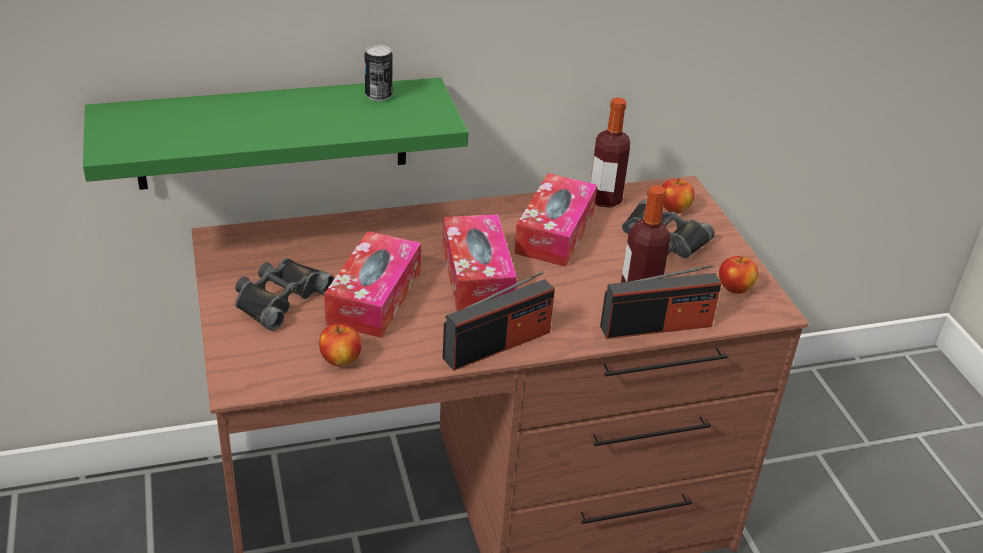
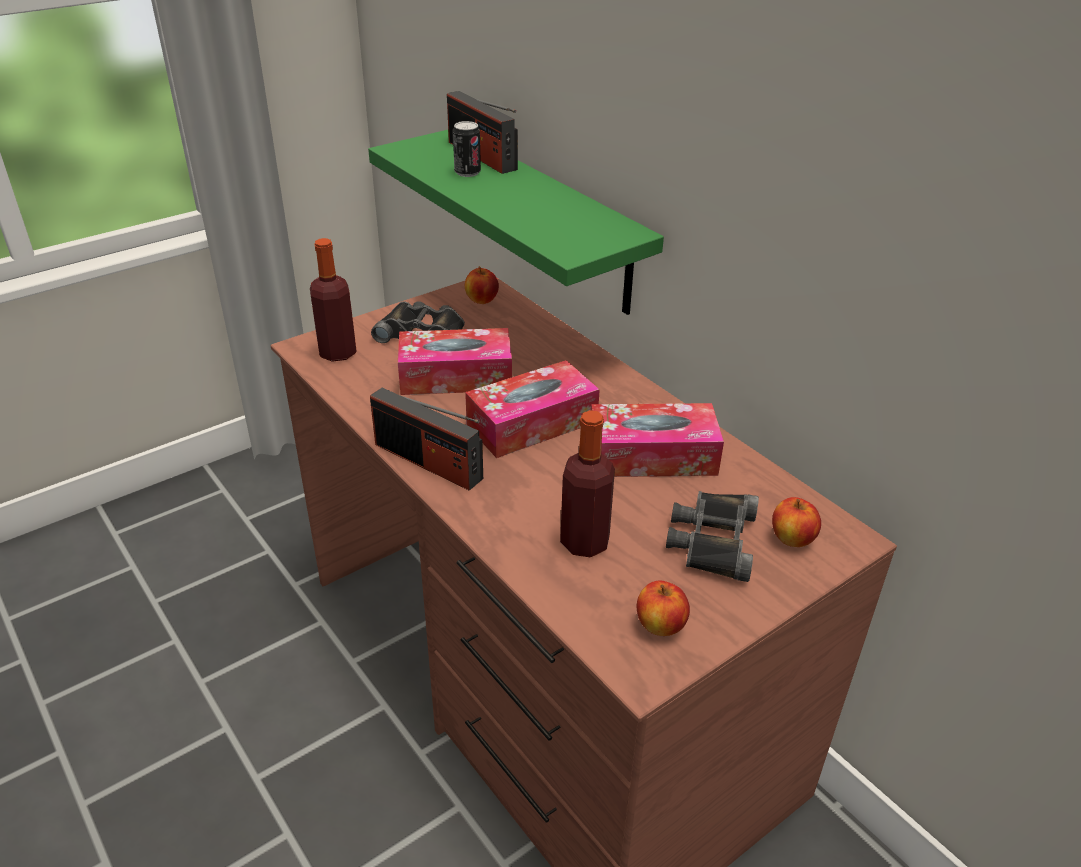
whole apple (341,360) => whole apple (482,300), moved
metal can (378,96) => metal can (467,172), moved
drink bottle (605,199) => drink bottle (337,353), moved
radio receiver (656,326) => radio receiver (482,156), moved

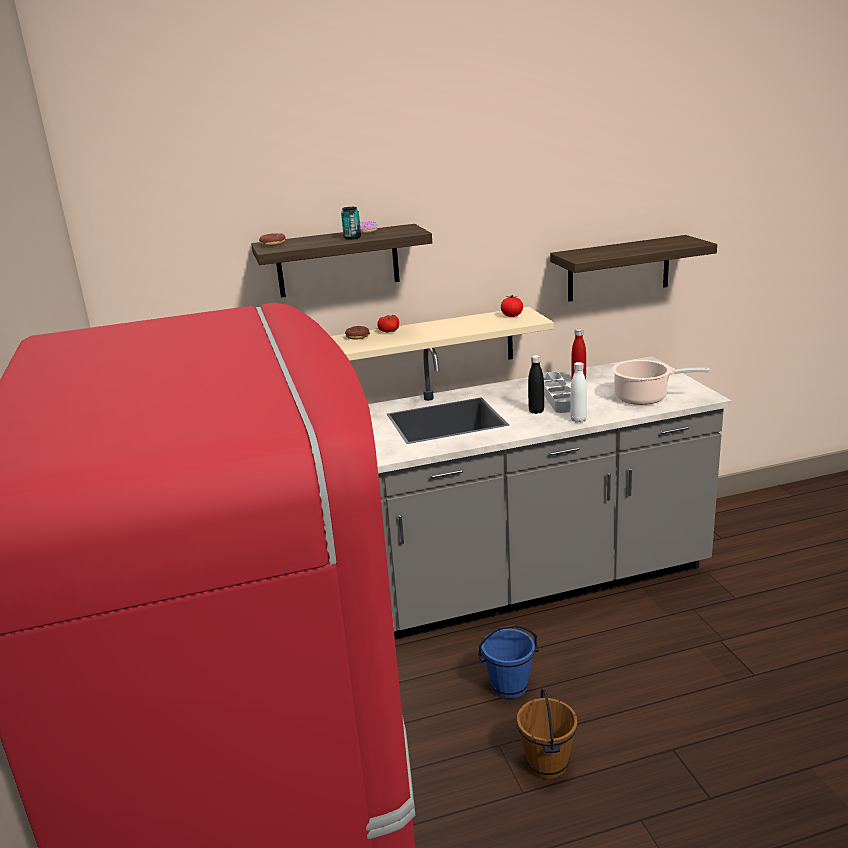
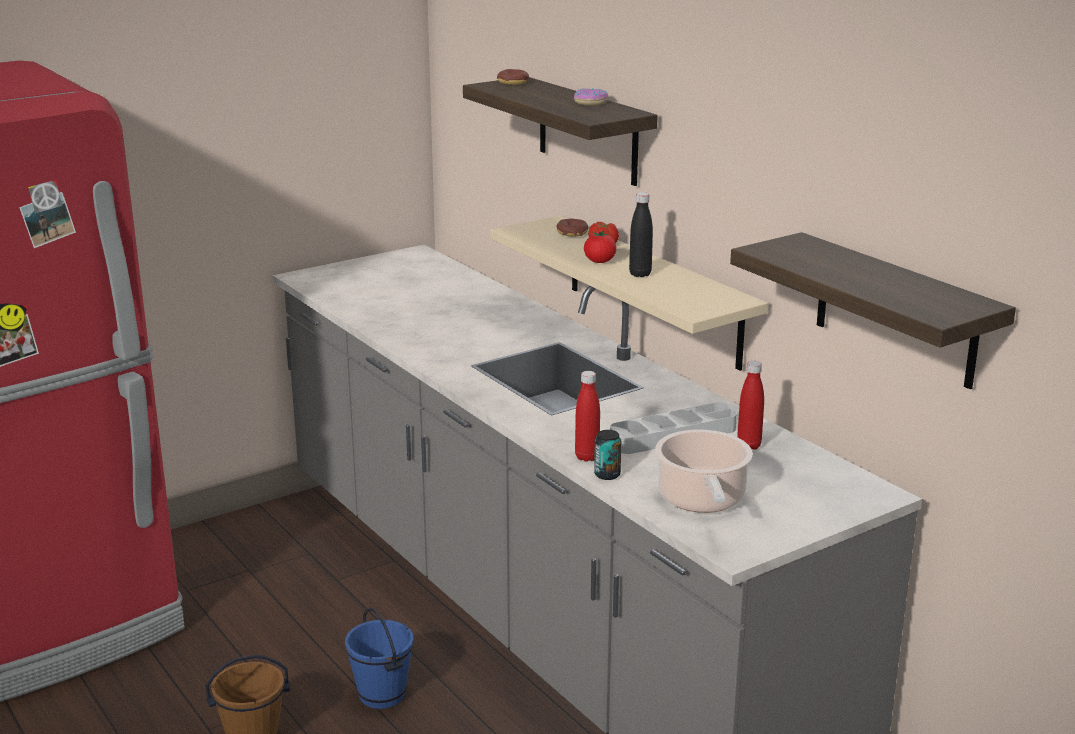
metal can (352,238) => metal can (607,475), moved
fresh tomato (512,316) => fresh tomato (599,262), moved
blackish drink bottle (536,411) => blackish drink bottle (640,274), moved
white drink bottle (578,420) => red drink bottle (587,457)

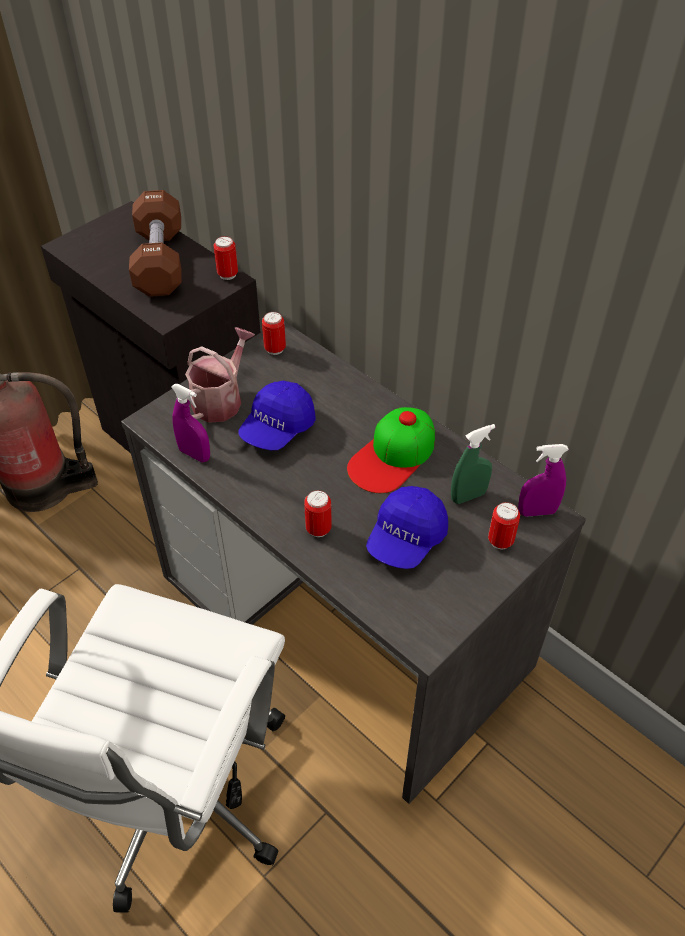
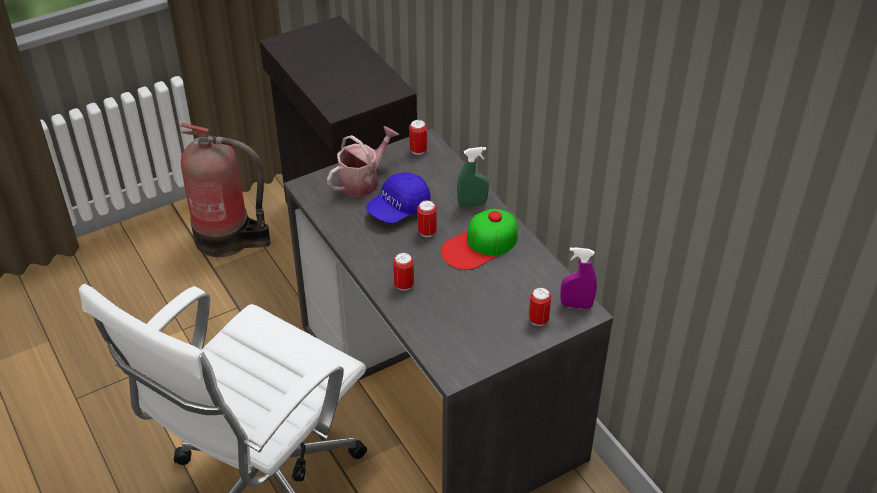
brownish dumbbell (160,261) => nothing
purple sprayer (194,454) => nothing
blue-coloured peaked cap (406,539) => nothing
metal can (227,274) => metal can (427,232), moved
greenish sprayer (468,496) => greenish sprayer (472,204), moved

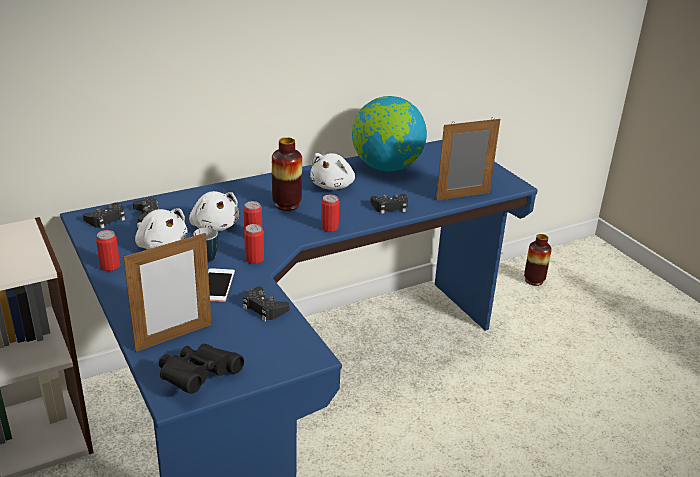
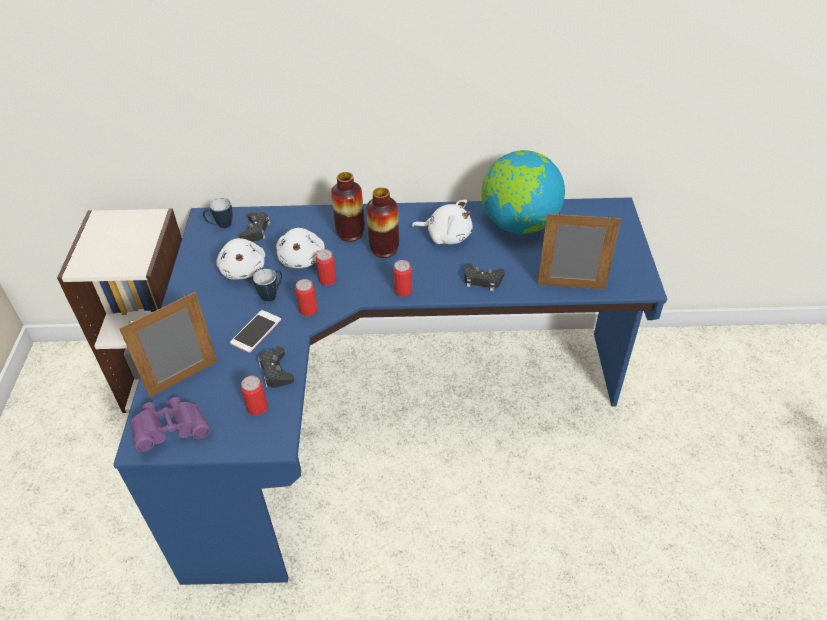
metal can (110,266) => metal can (257,407), moved
decorative vase (534,280) => decorative vase (350,233), moved
blackish gamepad (106,219) => tea mug (221,225)
blackish field glasses (198,378) => purple field glasses (172,431)
picture frame (174,337) => picture frame (184,379), 150 degrees clockwise
white cuddly toy (333,185) => white cuddly toy (446,236), 120 degrees counterclockwise

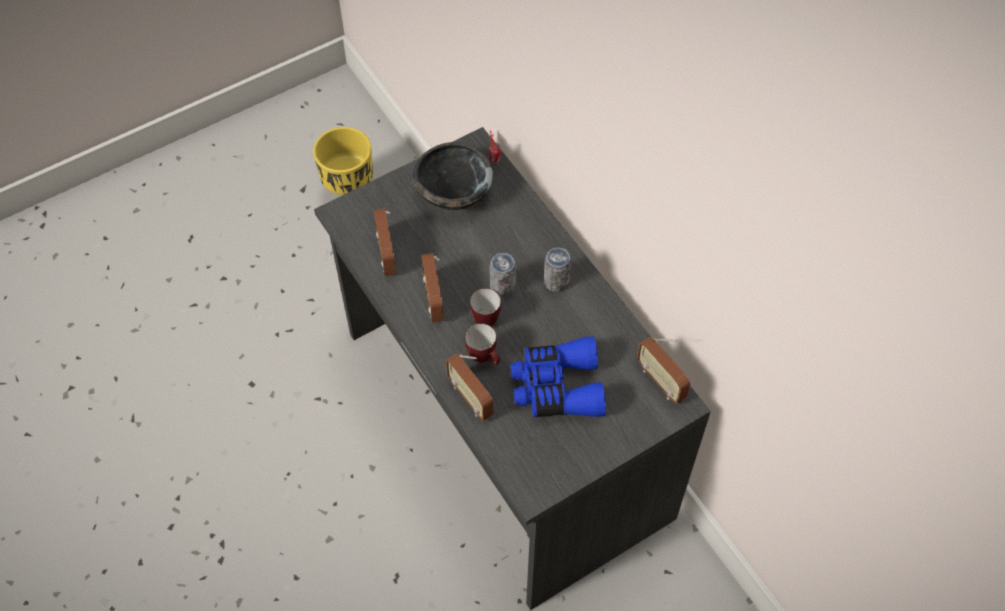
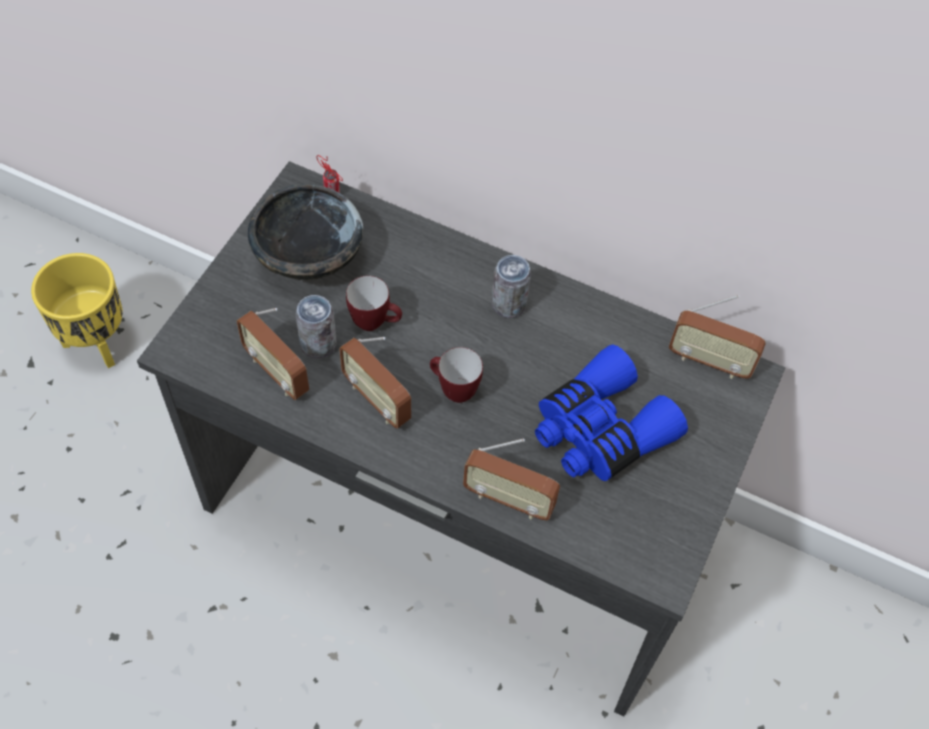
tea mug (485,358) => tea mug (375,323), moved
metal can (502,287) => metal can (318,344), moved

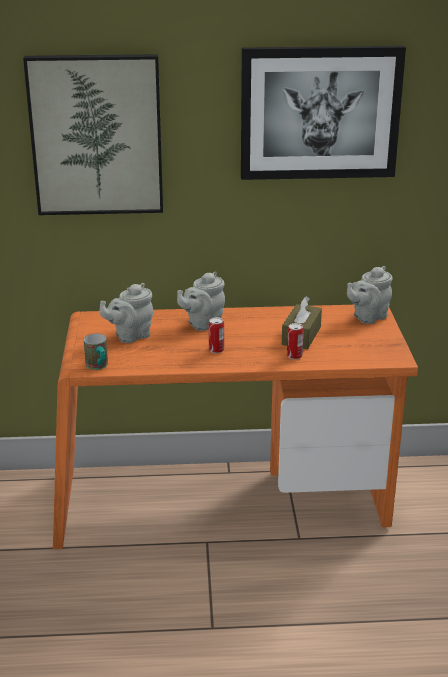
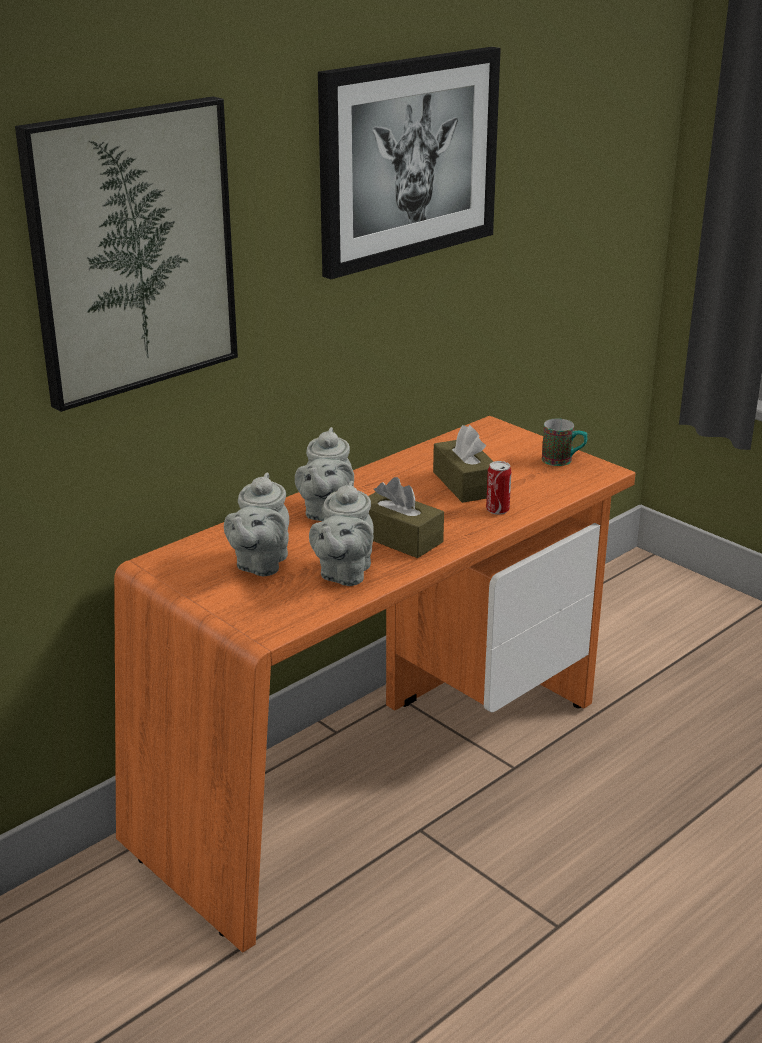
tea mug (98,366) => tea mug (563,461), moved
greyish pot for tea (368,317) => greyish pot for tea (344,574), moved
metal can (216,350) => brownish tissue box (398,538)

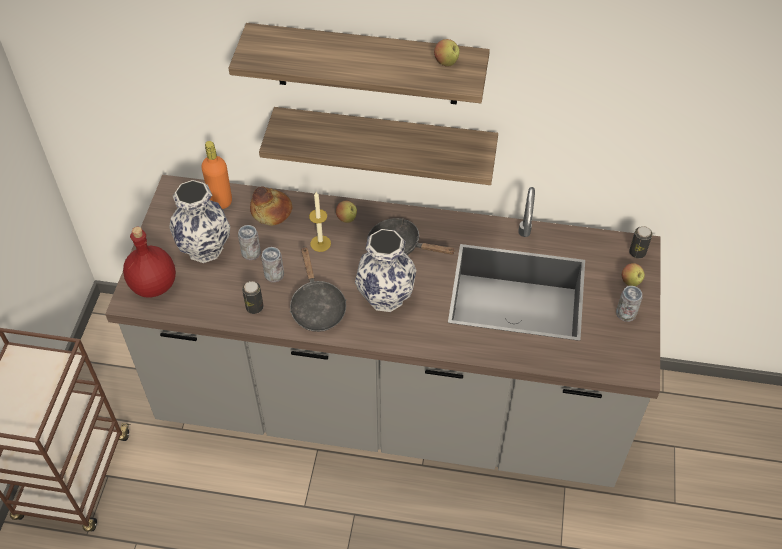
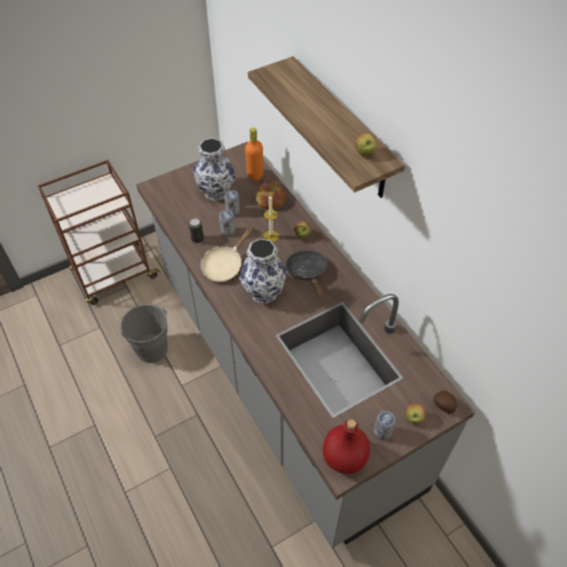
wall shelf (385,144) => nothing
nothing => greyish bucket (150,346)
red drink bottle (155,285) => red drink bottle (345,458), moved
metal can (637,252) => potato (444,406)
blackish frying pan (317,306) => sand-coloured frying pan (225,265)

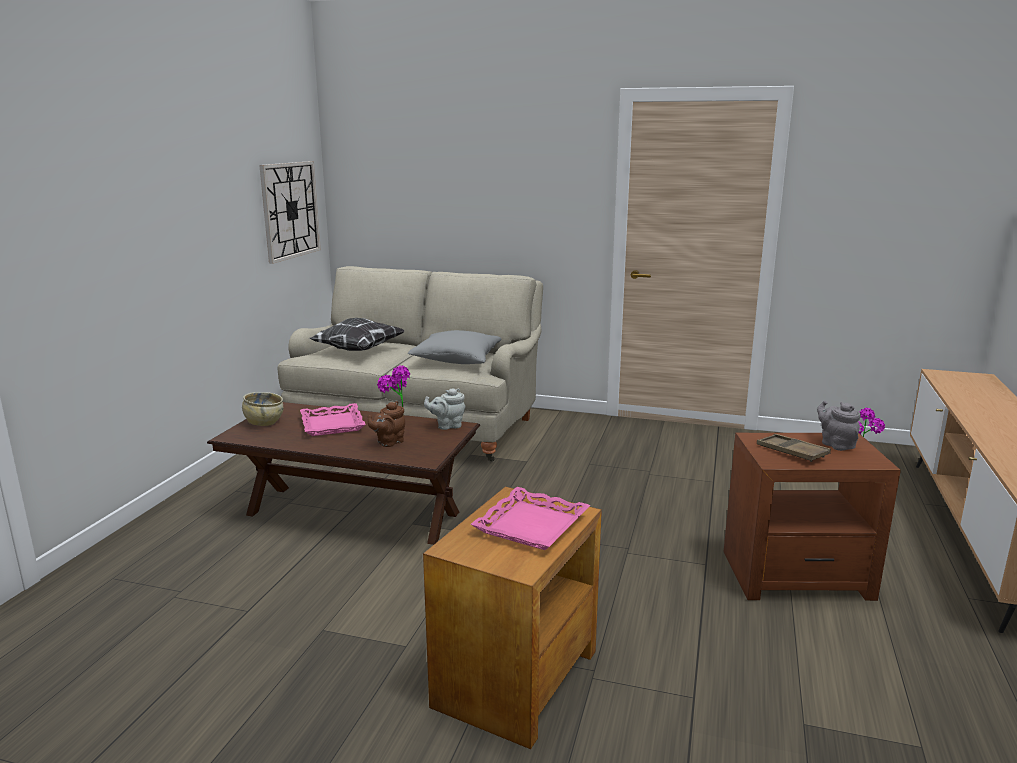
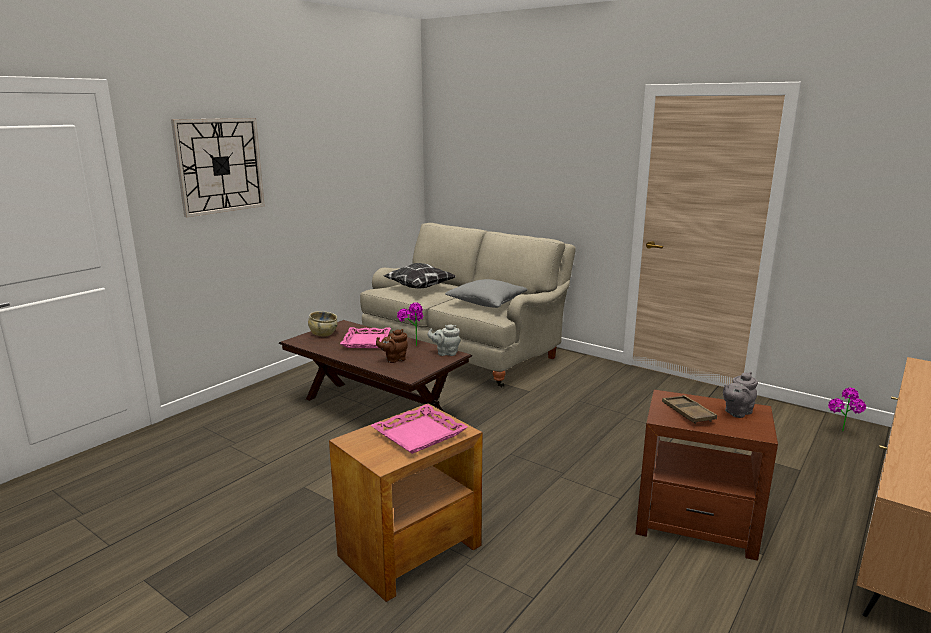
hanging clock (290,210) => hanging clock (220,165), moved
greyish pot for tea (835,444) => greyish pot for tea (736,412), 120 degrees counterclockwise

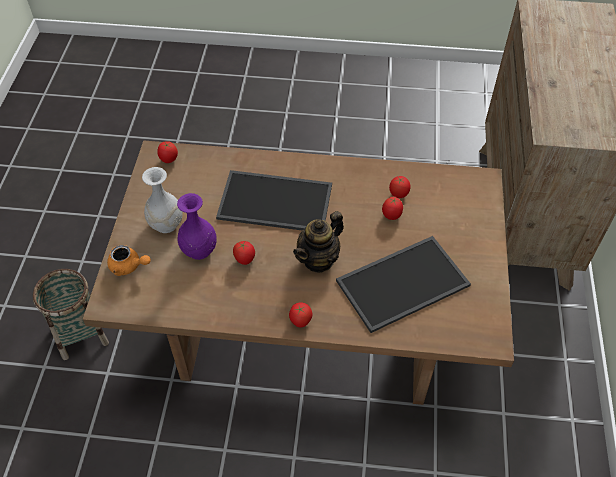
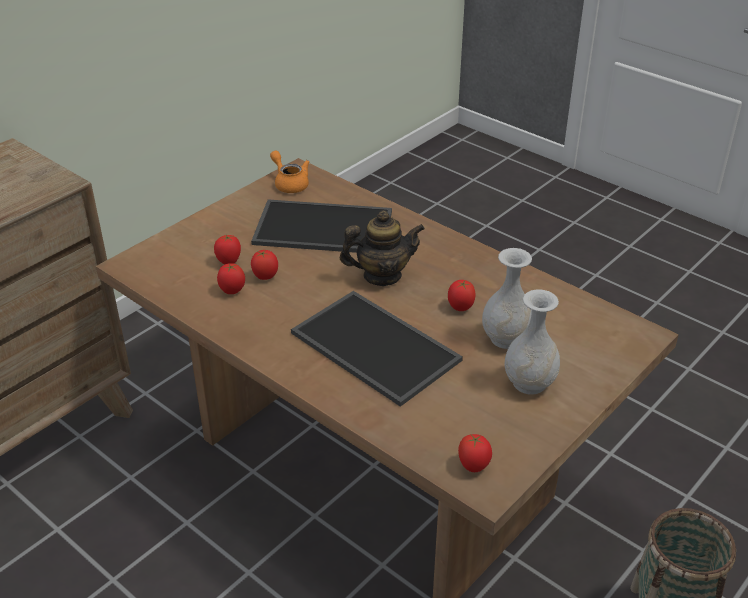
orange pot for tea (128,266) => orange pot for tea (289,183), moved
fresh tomato (300,322) => fresh tomato (229,262), moved
purple decorative vase (198,250) => white decorative vase (506,339)

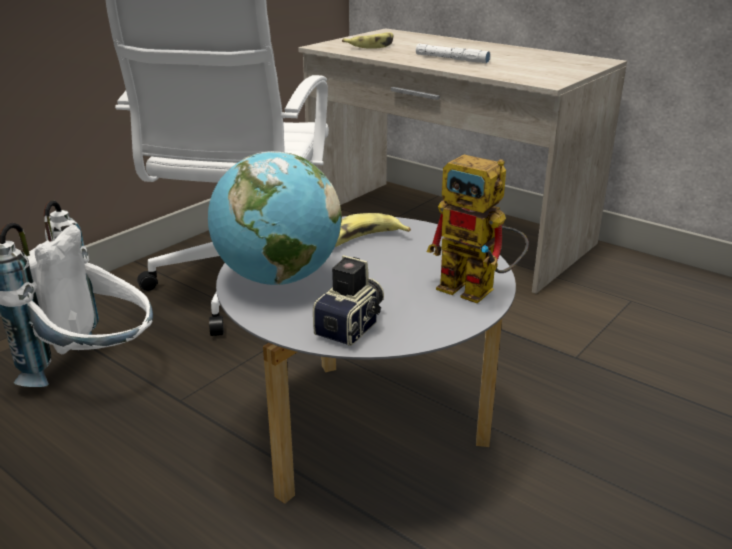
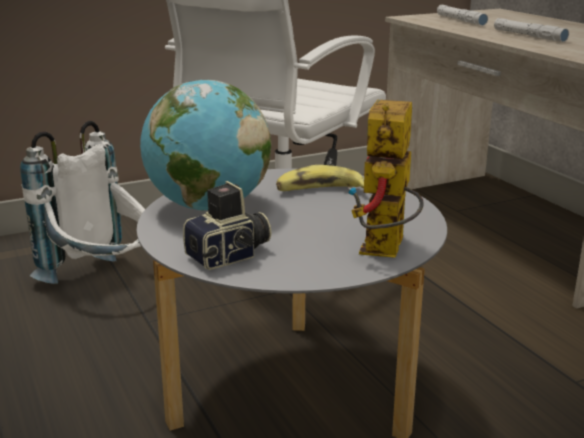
banana (372,46) => white flashlight (460,20)
toy robot (478,290) => toy robot (386,252), 45 degrees clockwise

